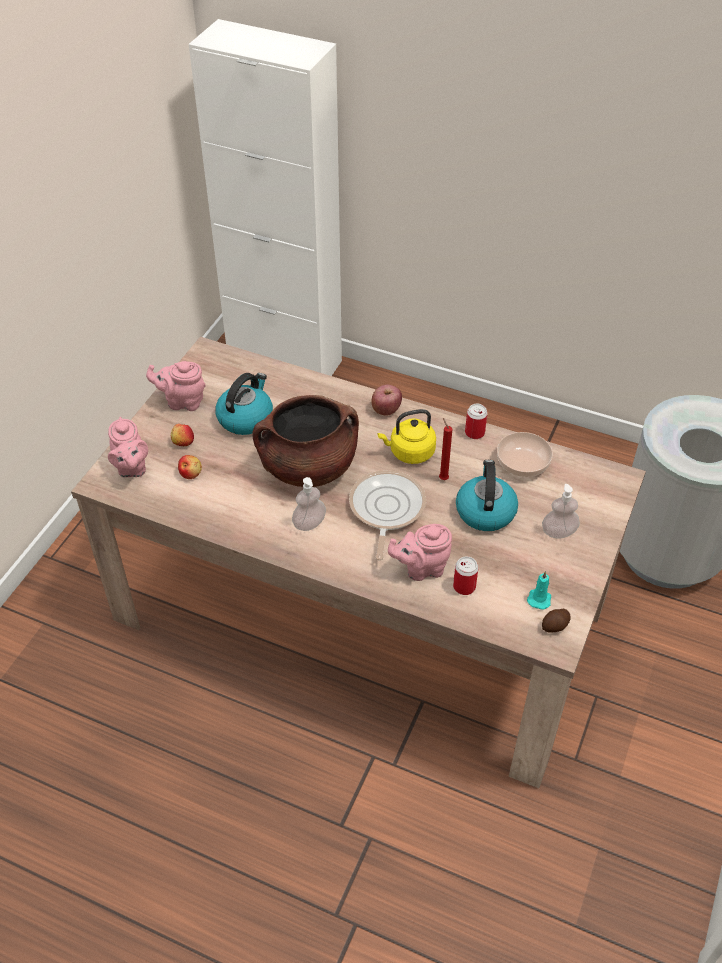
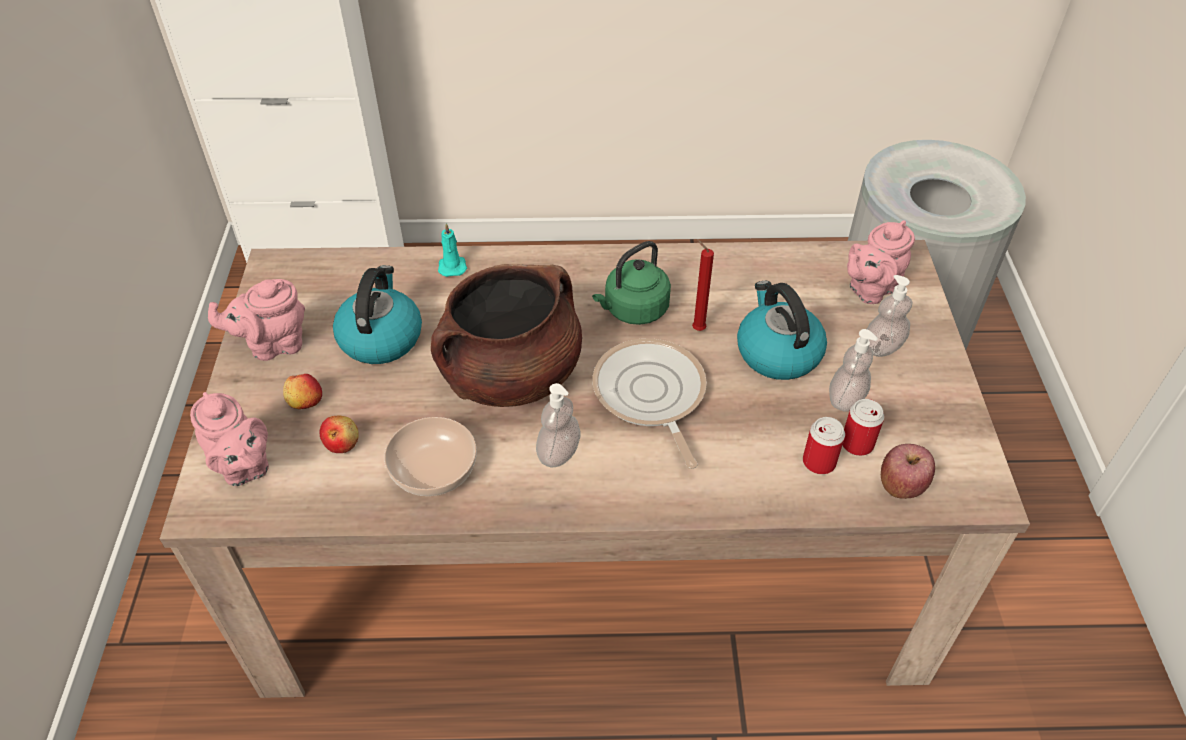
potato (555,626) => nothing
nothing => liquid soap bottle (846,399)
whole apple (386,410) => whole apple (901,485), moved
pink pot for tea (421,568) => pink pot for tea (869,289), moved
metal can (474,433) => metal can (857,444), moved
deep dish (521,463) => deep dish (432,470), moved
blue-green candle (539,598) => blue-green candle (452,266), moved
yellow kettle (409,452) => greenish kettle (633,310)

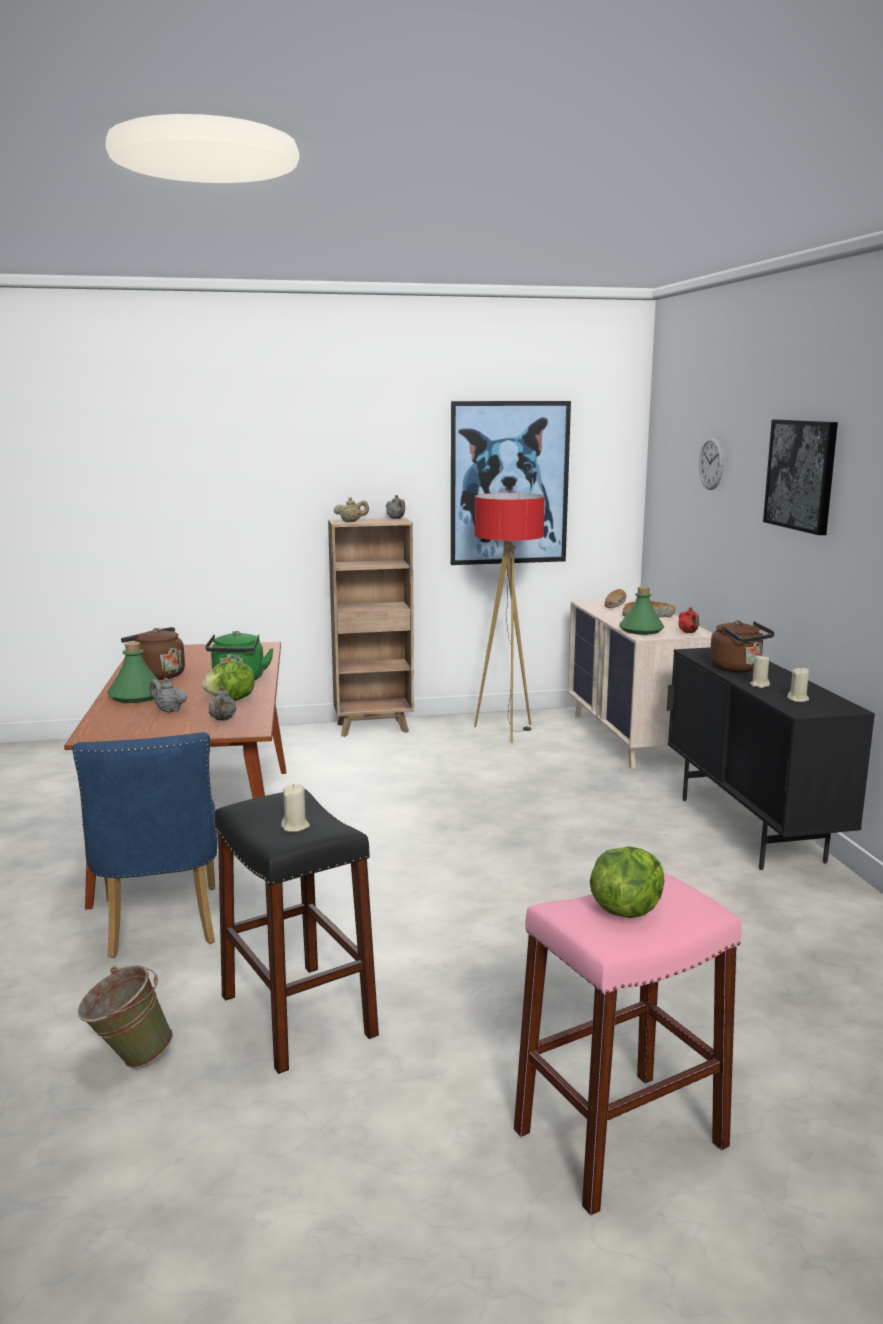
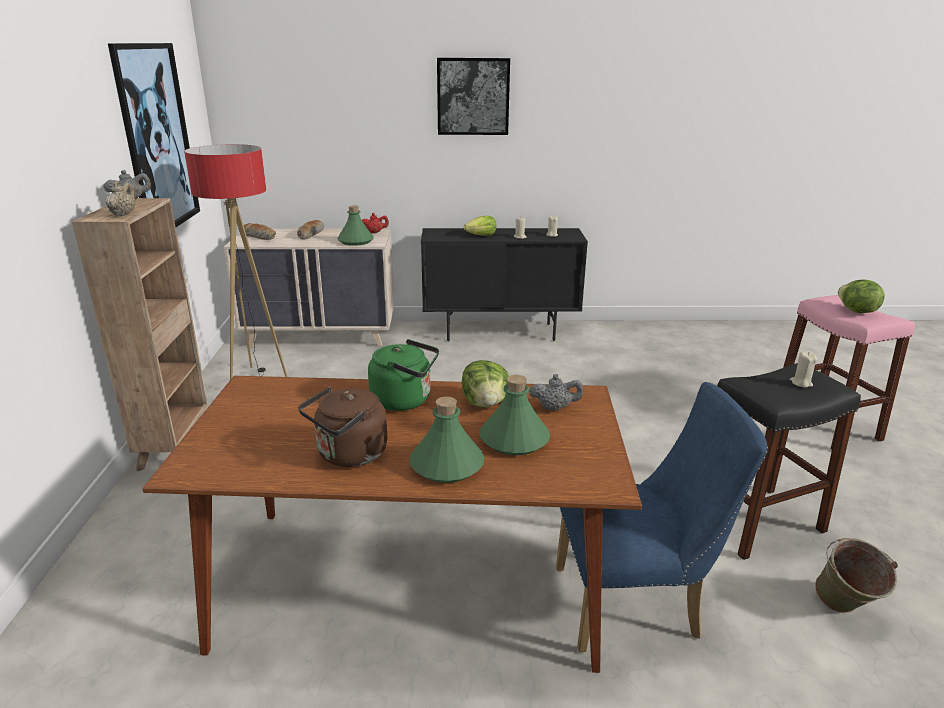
hanging clock (711,463) => nothing
greyish pot for tea (168,710) => greenish drink bottle (514,440)
brownish kettle (738,669) => head of lettuce (481,235)

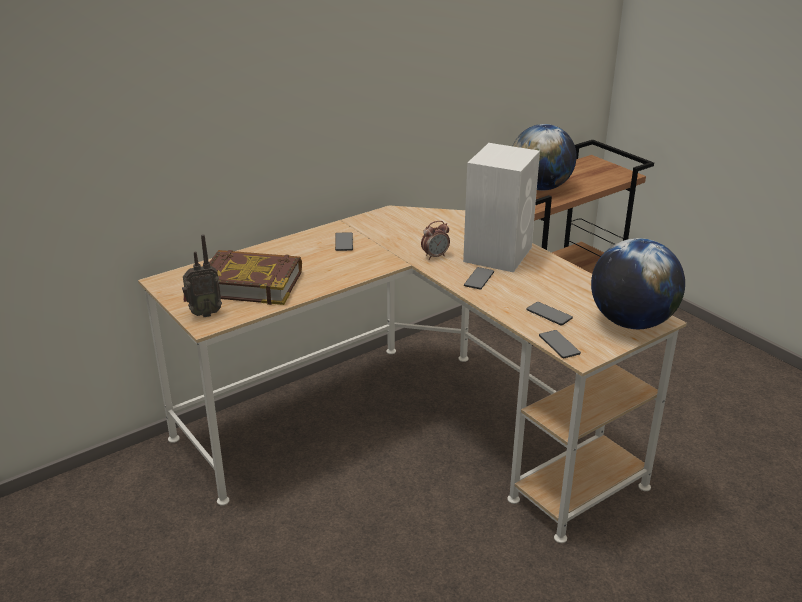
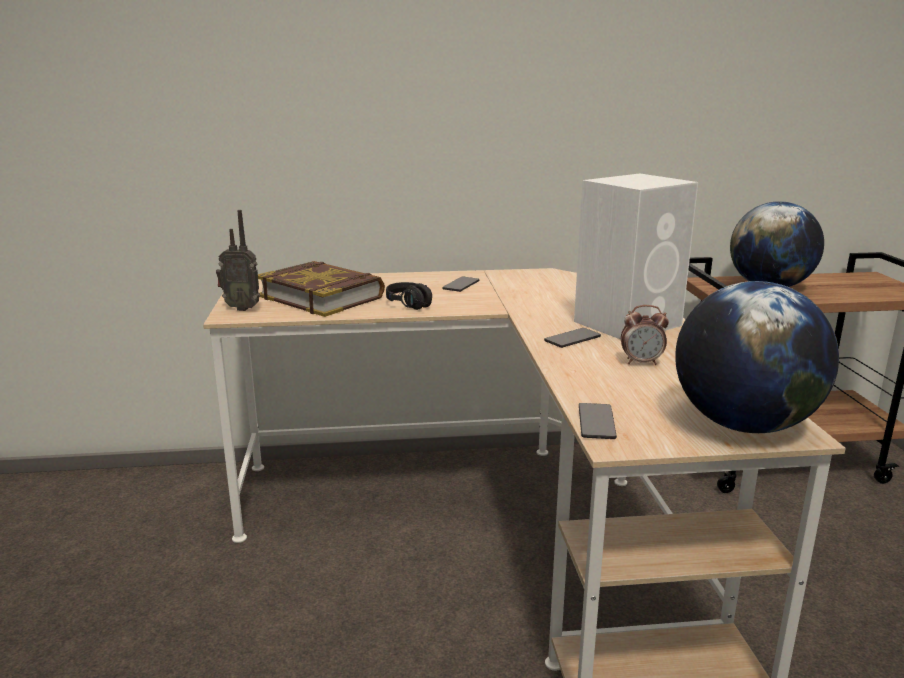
phone (549,314) => nothing
nothing => blackish headphones (414,306)
alarm clock (435,256) => alarm clock (641,362), moved

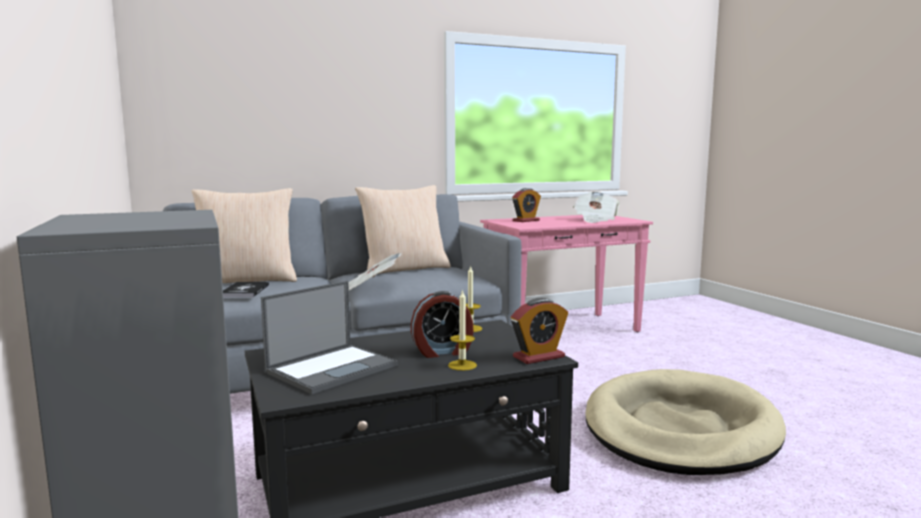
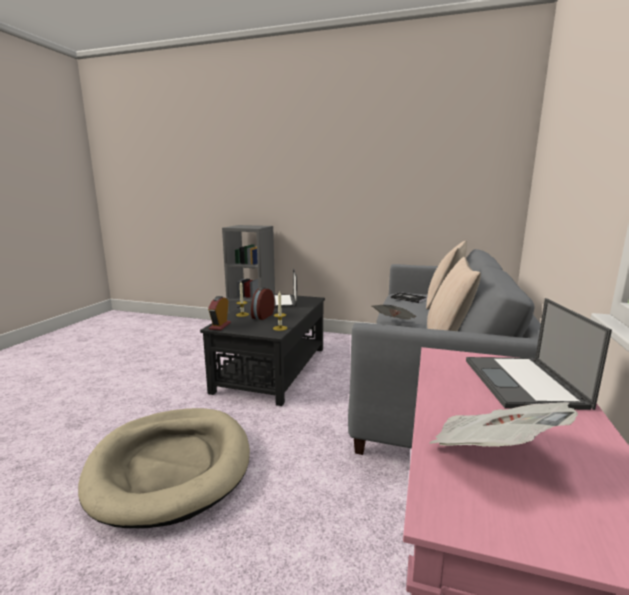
alarm clock (526,220) => portable computer (524,383)

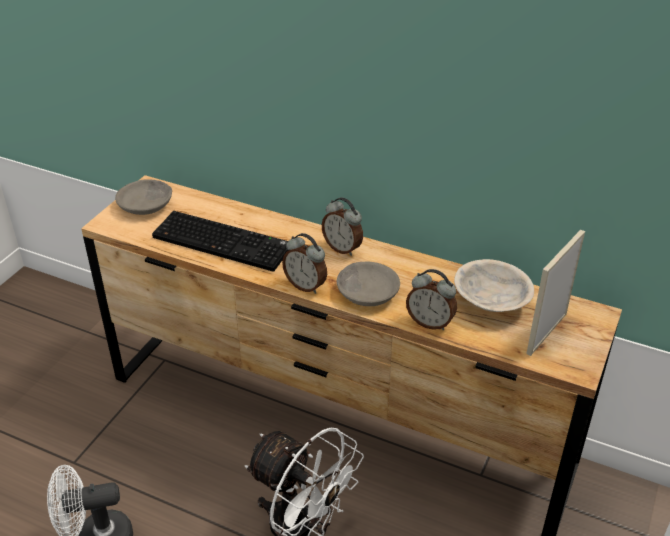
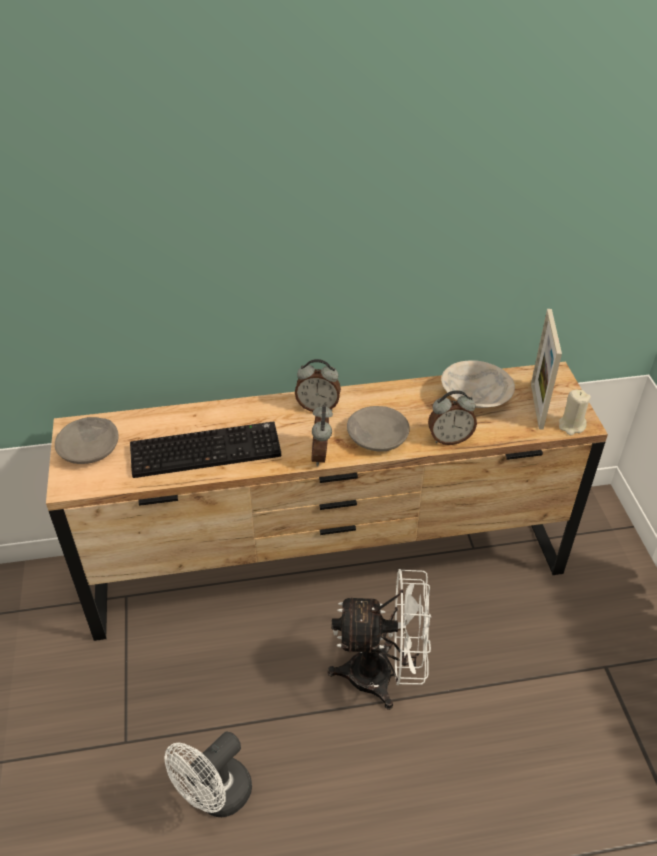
nothing => sand-coloured candle (571,426)
alarm clock (306,285) => alarm clock (322,455), 90 degrees clockwise

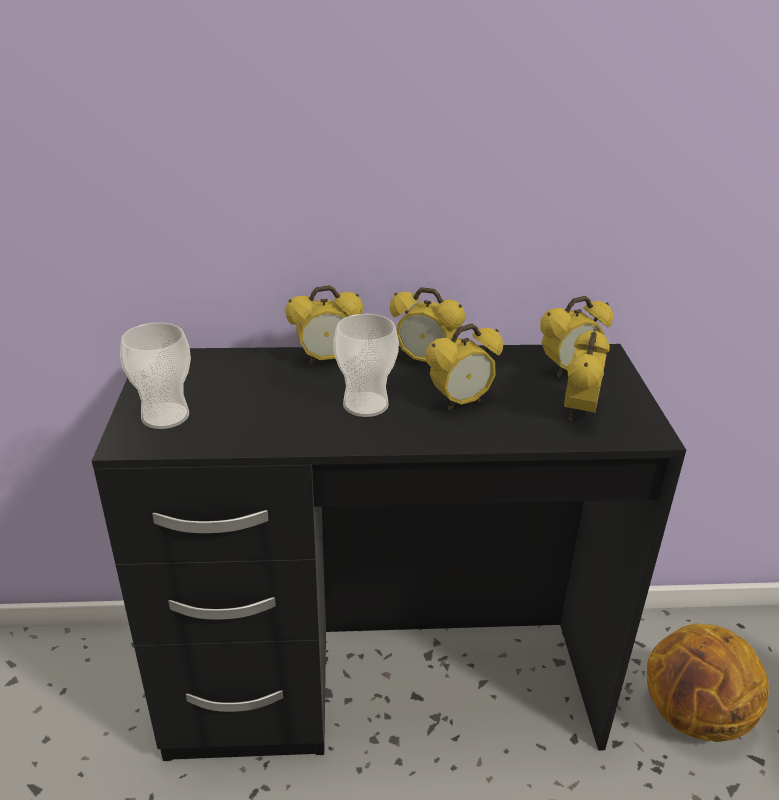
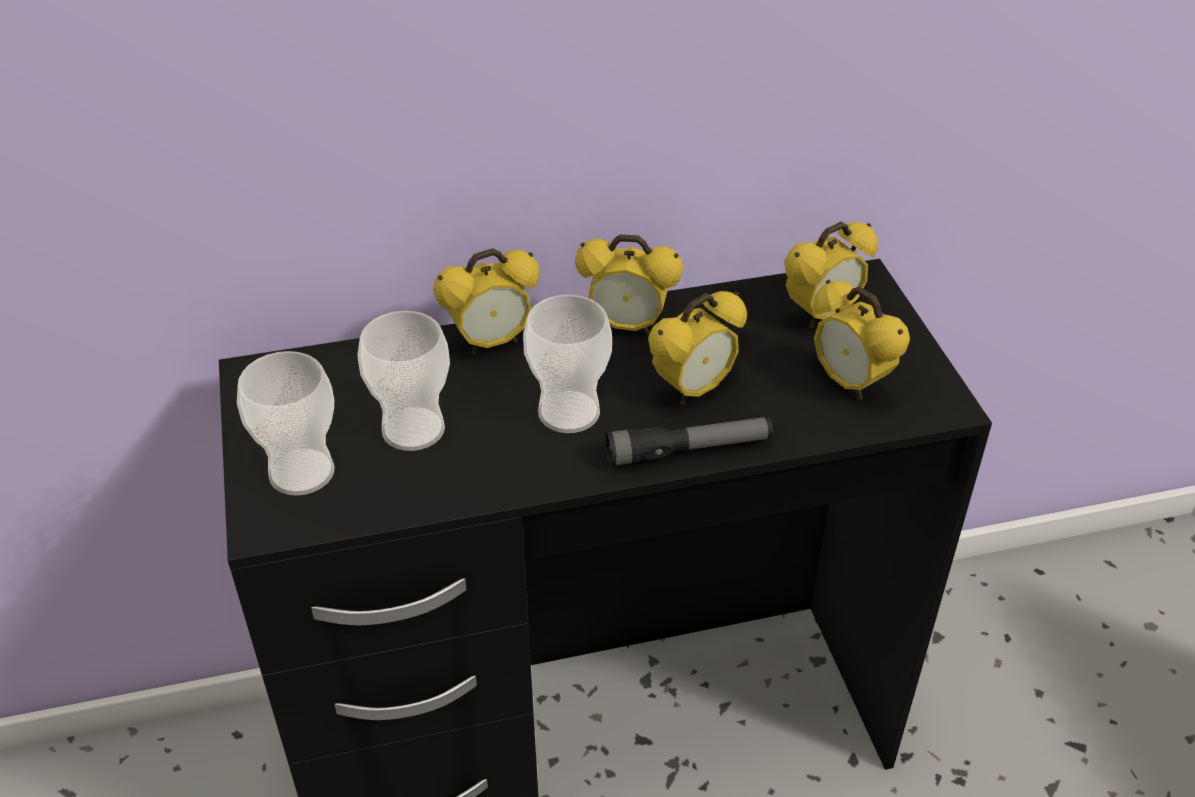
basketball ball (694,716) => nothing
nothing => small cup (413,429)
nothing => flashlight (689,450)
alarm clock (579,412) => alarm clock (849,384), 45 degrees counterclockwise

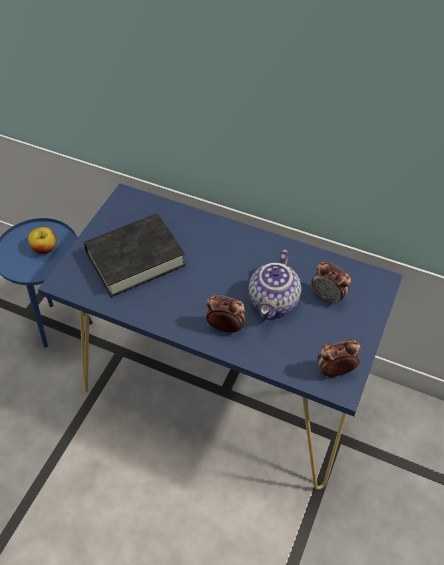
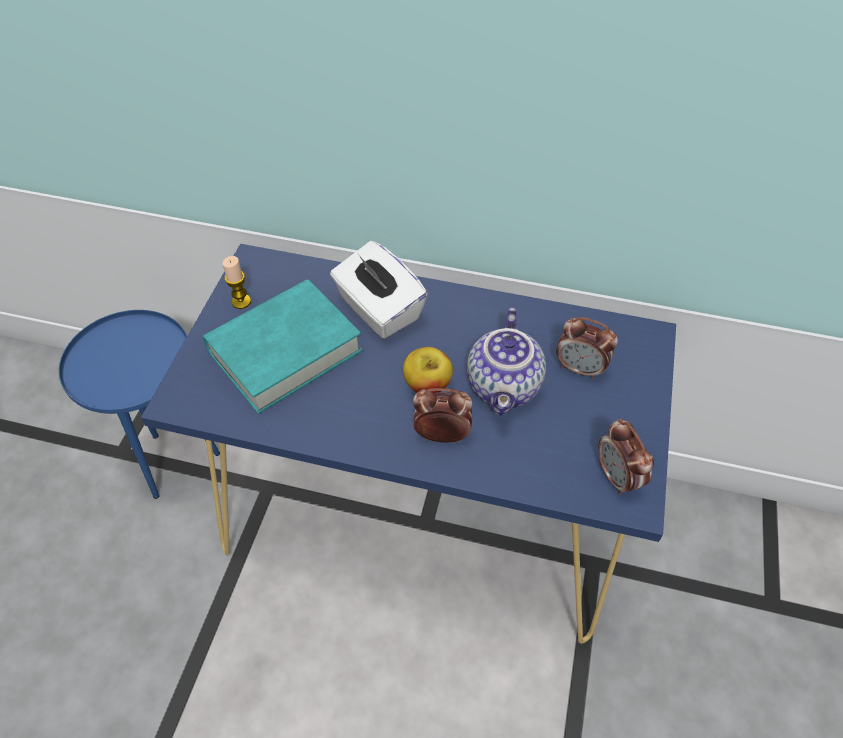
nothing => candle (241,301)
nothing => white tissue box (378,310)
whole apple (45,248) => whole apple (427,384), moved
blackish volume (135,259) => blue-green volume (285,351)
alarm clock (335,371) => alarm clock (617,477), 90 degrees counterclockwise

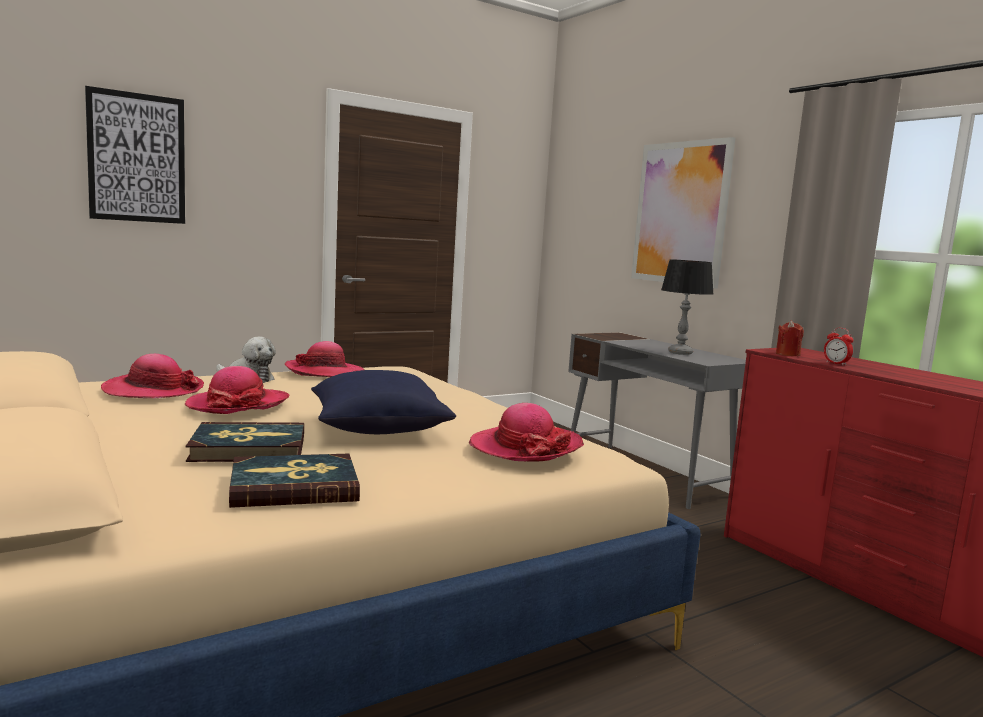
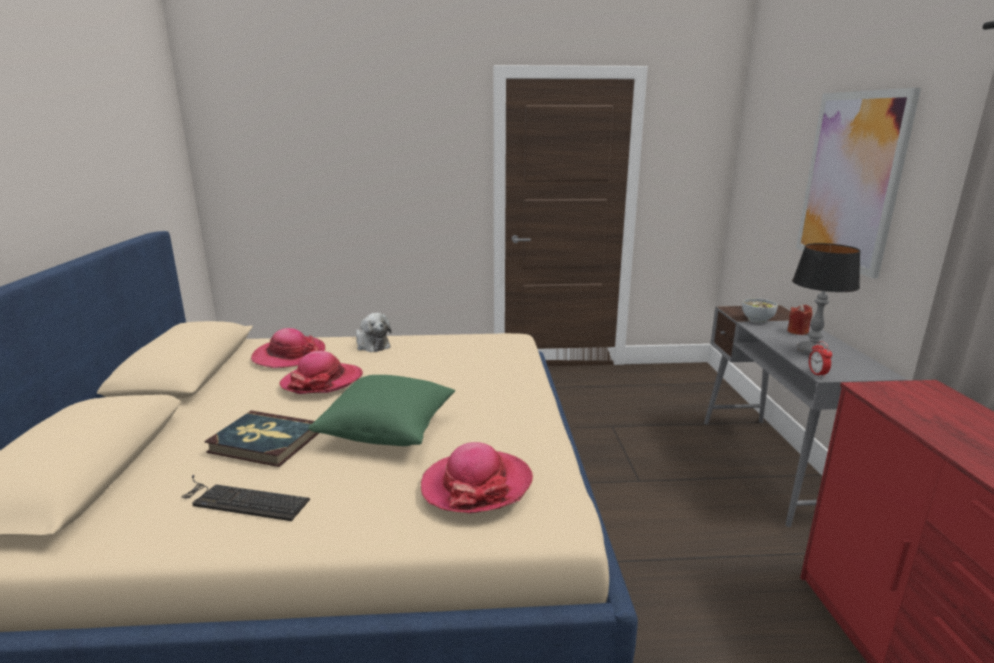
wall art (137,158) => nothing
wearable hat (324,372) => nothing
nothing => deep dish (757,320)
red candle (787,354) => red candle (797,332), moved
alarm clock (836,363) => alarm clock (817,374), moved
volume (294,486) => PC keyboard (240,500)
blue-coloured throw pillow (378,428) => greenish throw pillow (388,430)

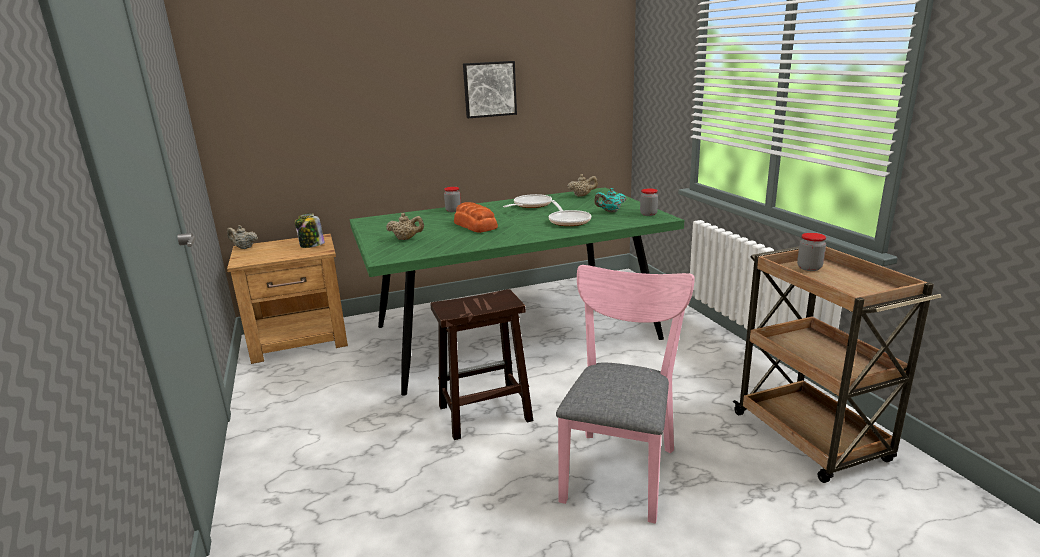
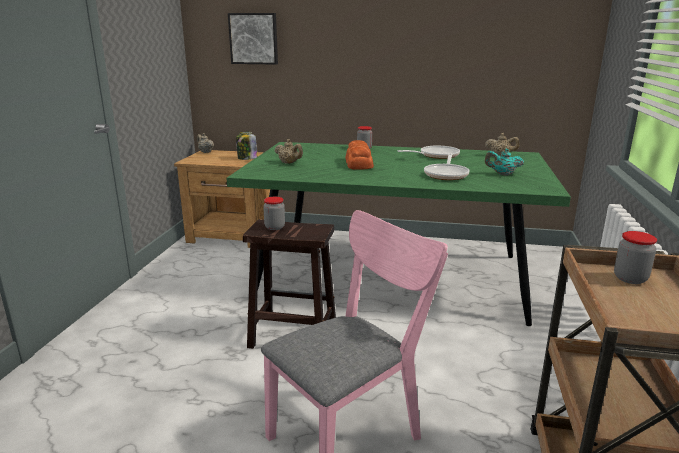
wall art (489,89) => wall art (254,38), moved
storage jar (648,214) => storage jar (274,227), moved

